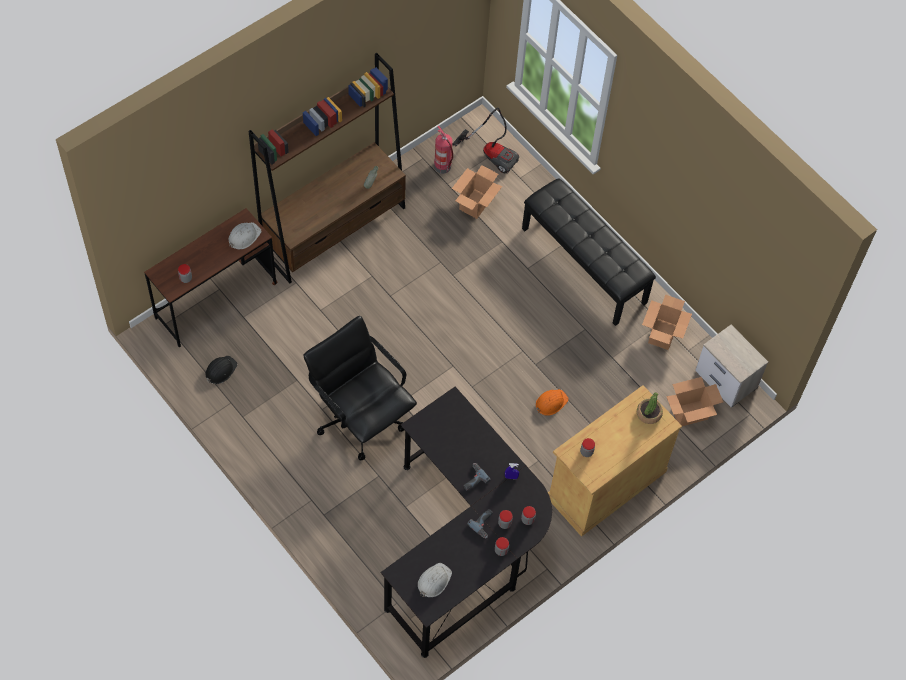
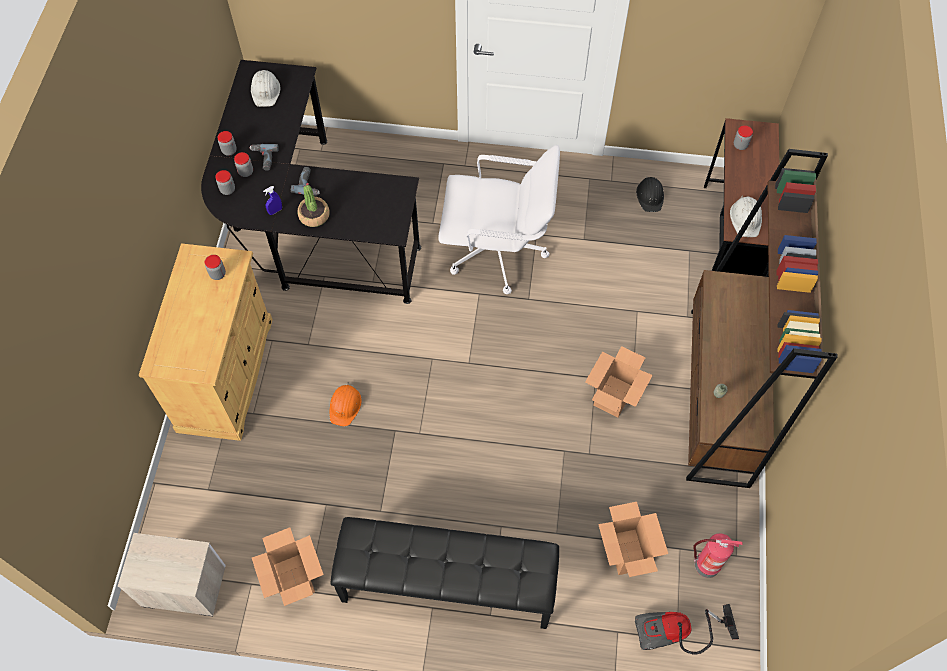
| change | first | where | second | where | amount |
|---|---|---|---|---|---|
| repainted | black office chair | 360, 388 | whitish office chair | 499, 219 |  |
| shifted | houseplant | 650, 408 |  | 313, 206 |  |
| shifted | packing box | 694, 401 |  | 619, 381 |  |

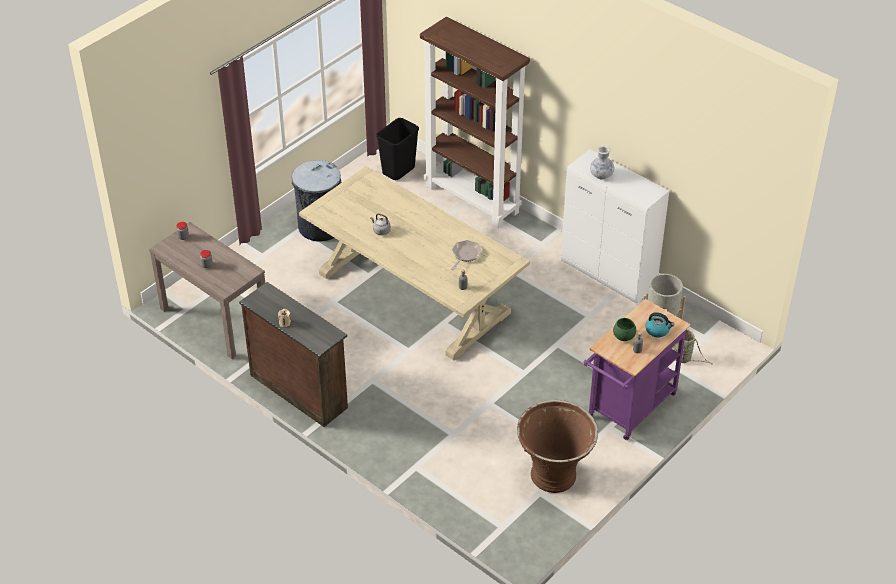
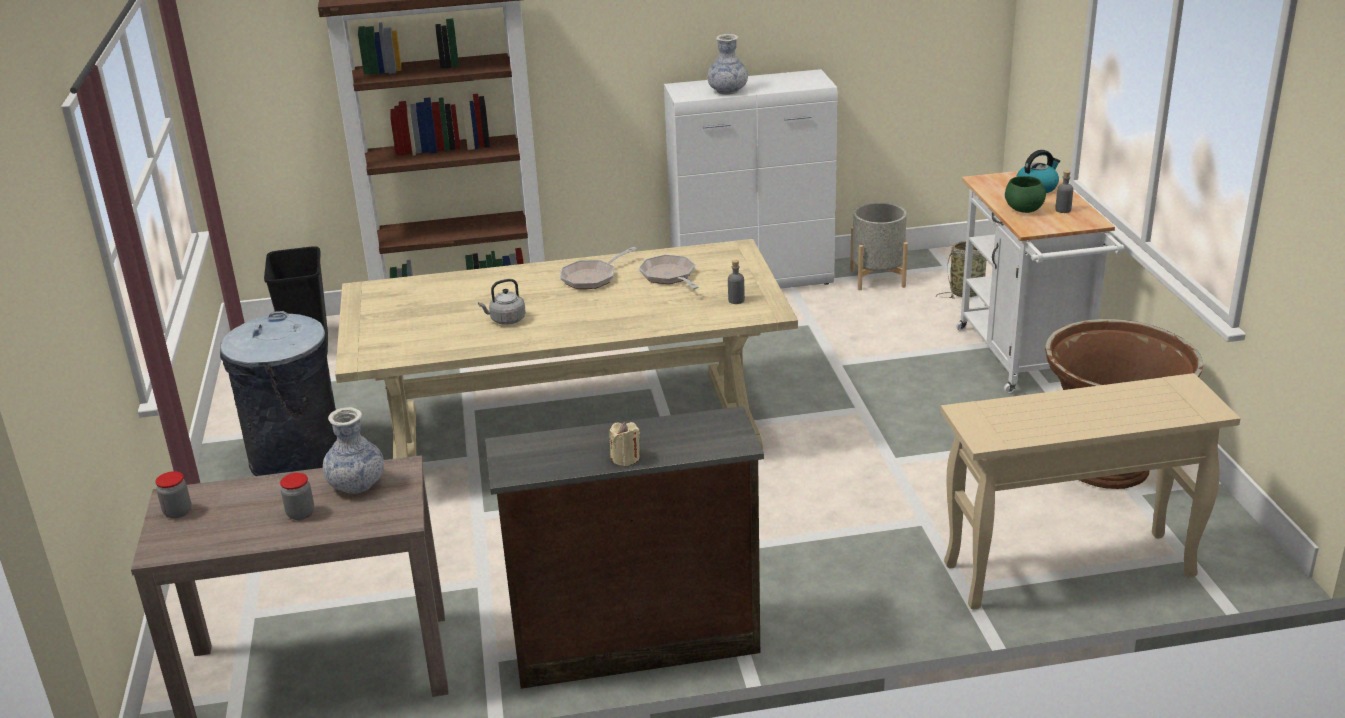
| change | first | where | second | where | amount |
|---|---|---|---|---|---|
| repainted | purple-coloured trolley | 636, 369 | whitish trolley | 1040, 282 |  |
| new |  |  | vase | 353, 450 |  |
| new |  |  | pan | 598, 268 |  |
| new |  |  | beige-coloured hall table | 1091, 491 |  |

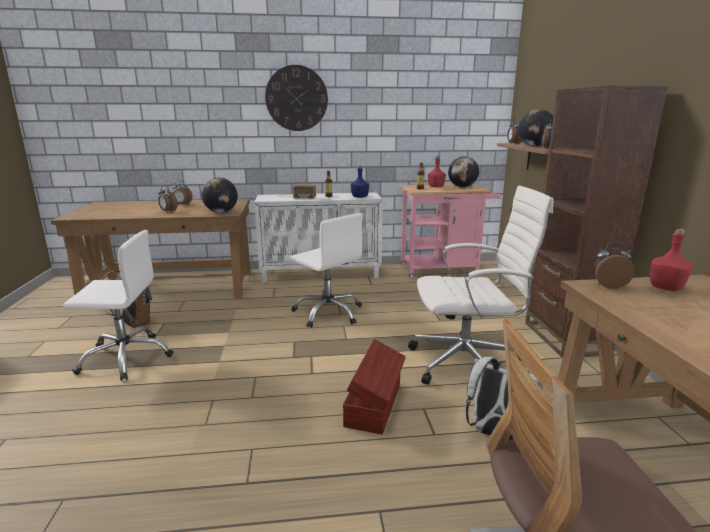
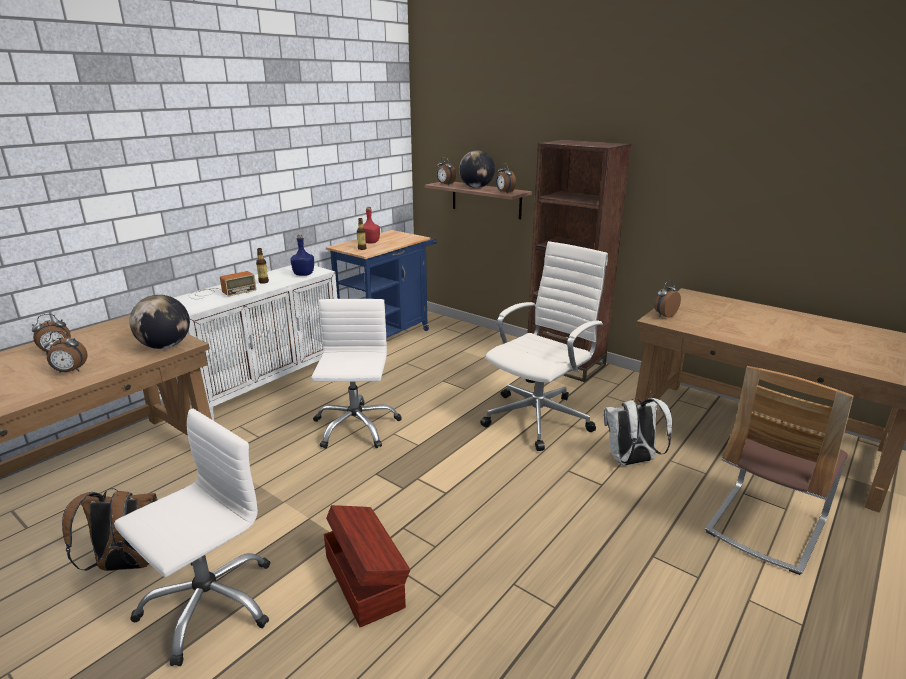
| change | first | where | second | where | amount |
|---|---|---|---|---|---|
| gone | wall clock | 296, 98 |  |  |  |
| rotated | whitish office chair | 326, 270 |  | 356, 374 | 90 degrees counterclockwise |
| shifted | brown storage box | 374, 387 |  | 367, 566 |  |
| repainted | pink trolley | 450, 231 | blue trolley | 381, 284 |  |
| gone | world globe | 463, 171 |  |  |  |
| gone | red-coloured beverage bottle | 671, 260 |  |  |  |

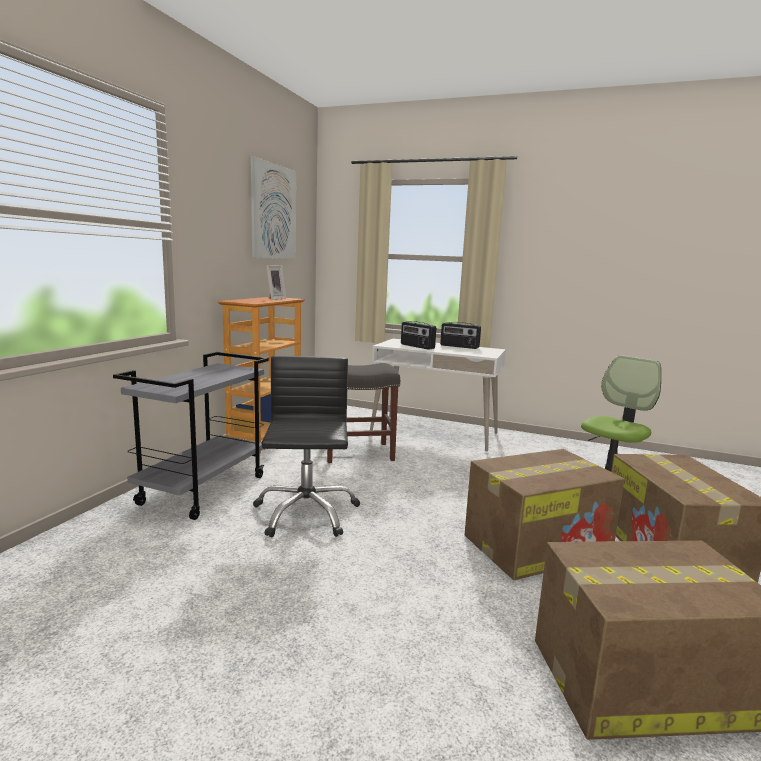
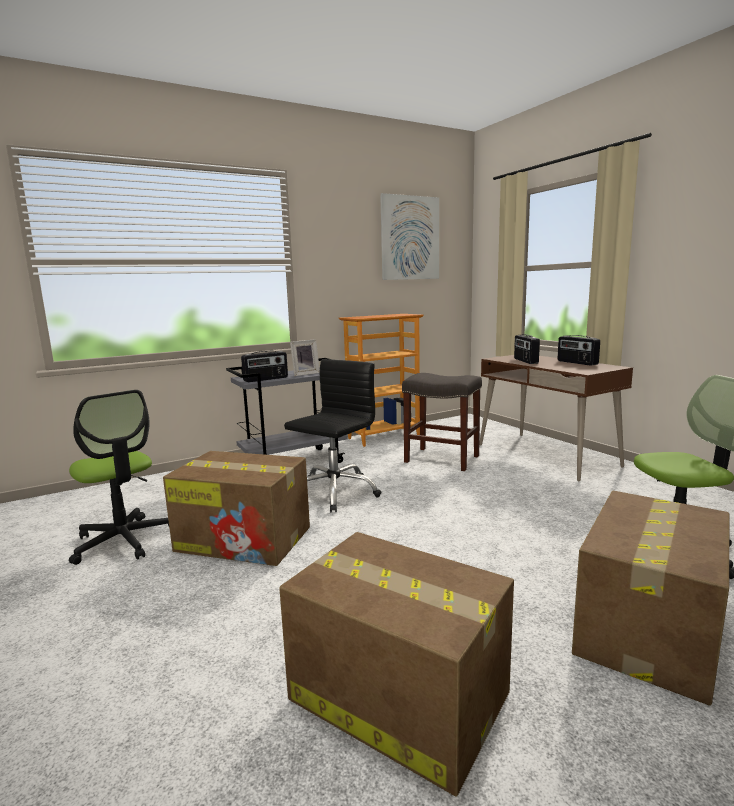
| change | first | where | second | where | amount |
|---|---|---|---|---|---|
| shifted | standing frame | 276, 282 |  | 305, 357 |  |
| repainted | whitish desk unit | 438, 395 | brown desk unit | 556, 418 |  |
| shifted | packing box | 545, 514 |  | 236, 508 |  |
| new |  |  | office chair | 119, 477 |  |
| new |  |  | radio | 264, 366 |  |

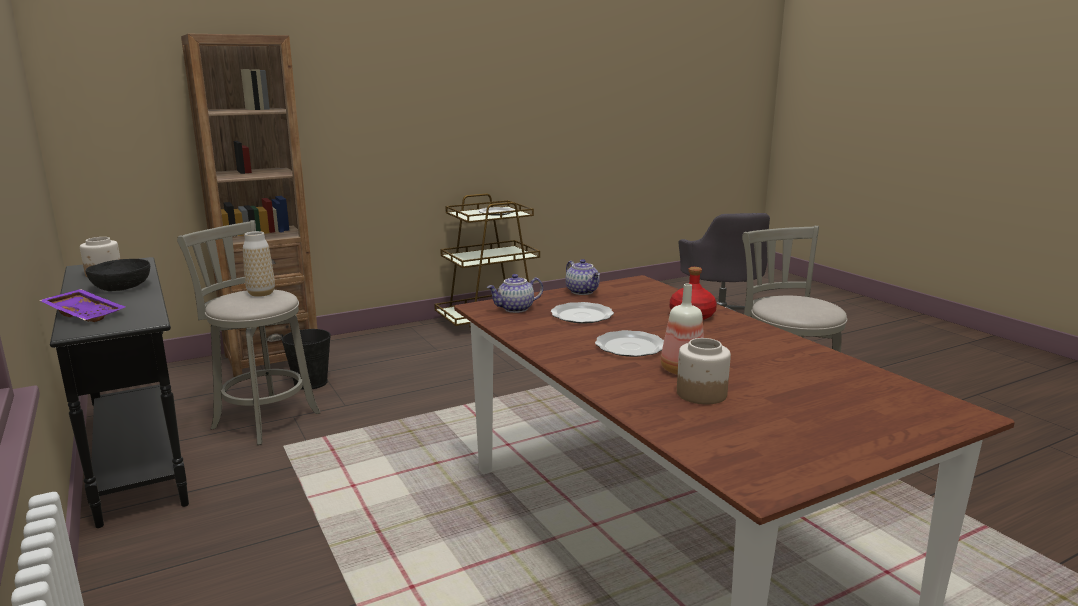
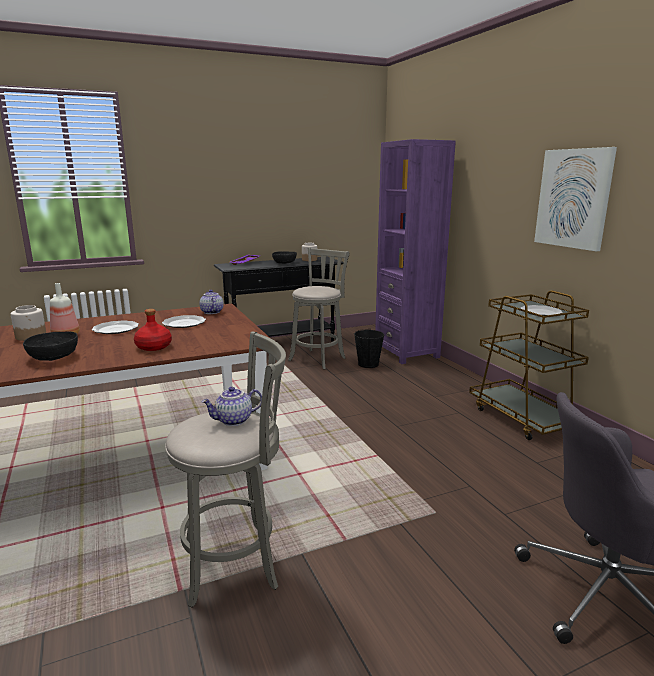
| change | first | where | second | where | amount |
|---|---|---|---|---|---|
| repainted | brown bookcase | 249, 205 | purple-coloured bookcase | 415, 251 |  |
| gone | vase | 259, 264 |  |  |  |
| shifted | pot for tea | 582, 277 |  | 231, 406 |  |
| new |  |  | black bowl | 50, 346 |  |
| new |  |  | wall art | 575, 199 |  |

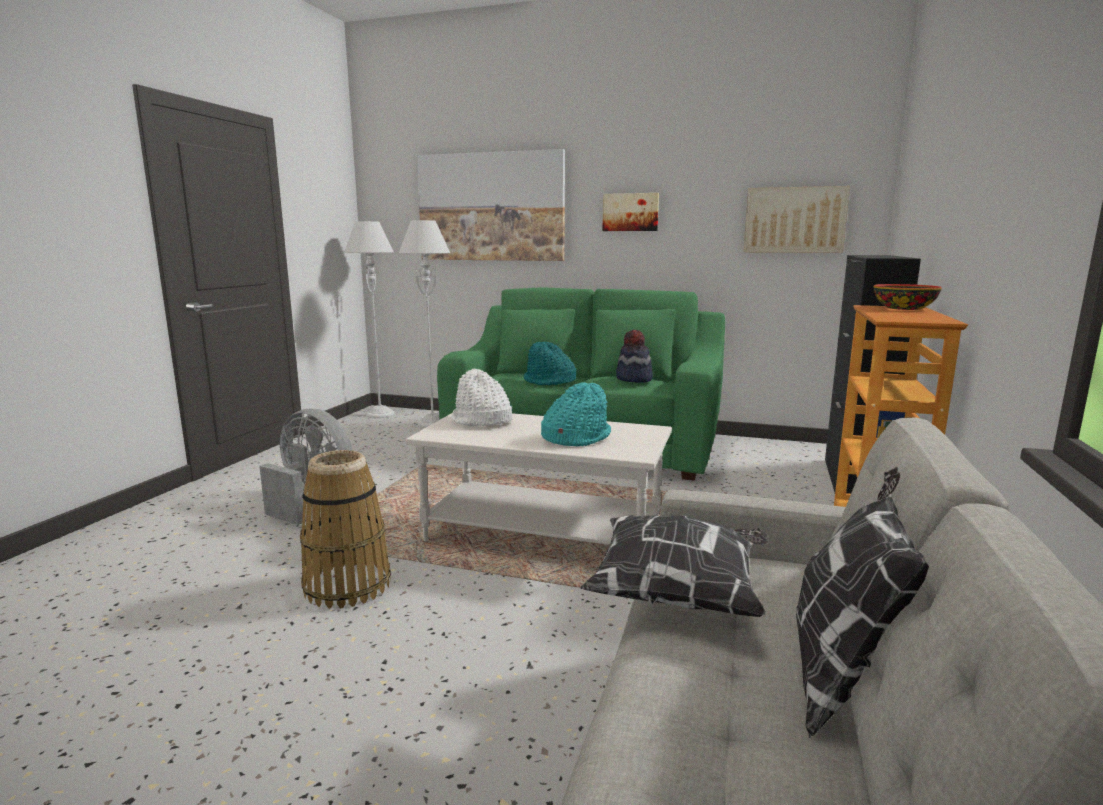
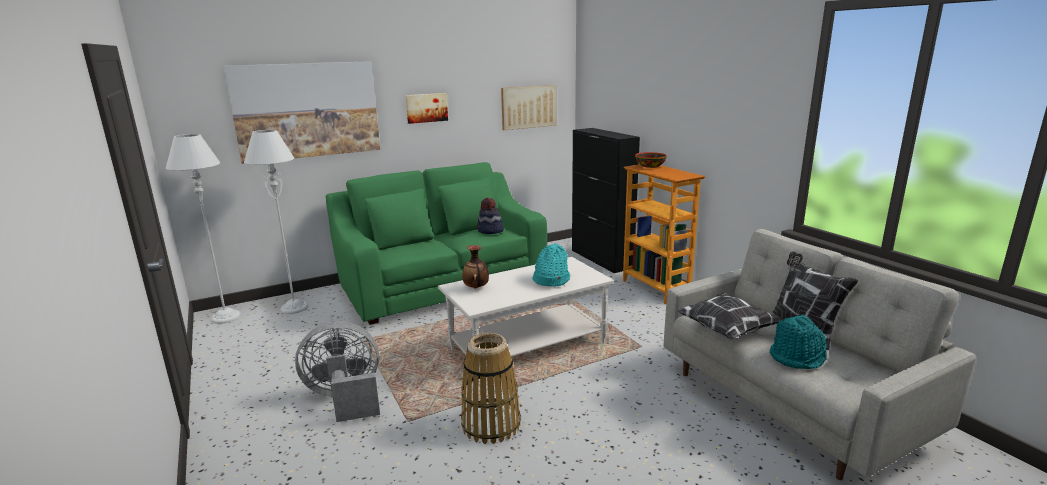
| change | first | where | second | where | amount |
|---|---|---|---|---|---|
| swapped | whitish hat | 481, 397 | vase | 475, 267 |  |
| shifted | blue-green hat | 550, 363 |  | 798, 342 |  |

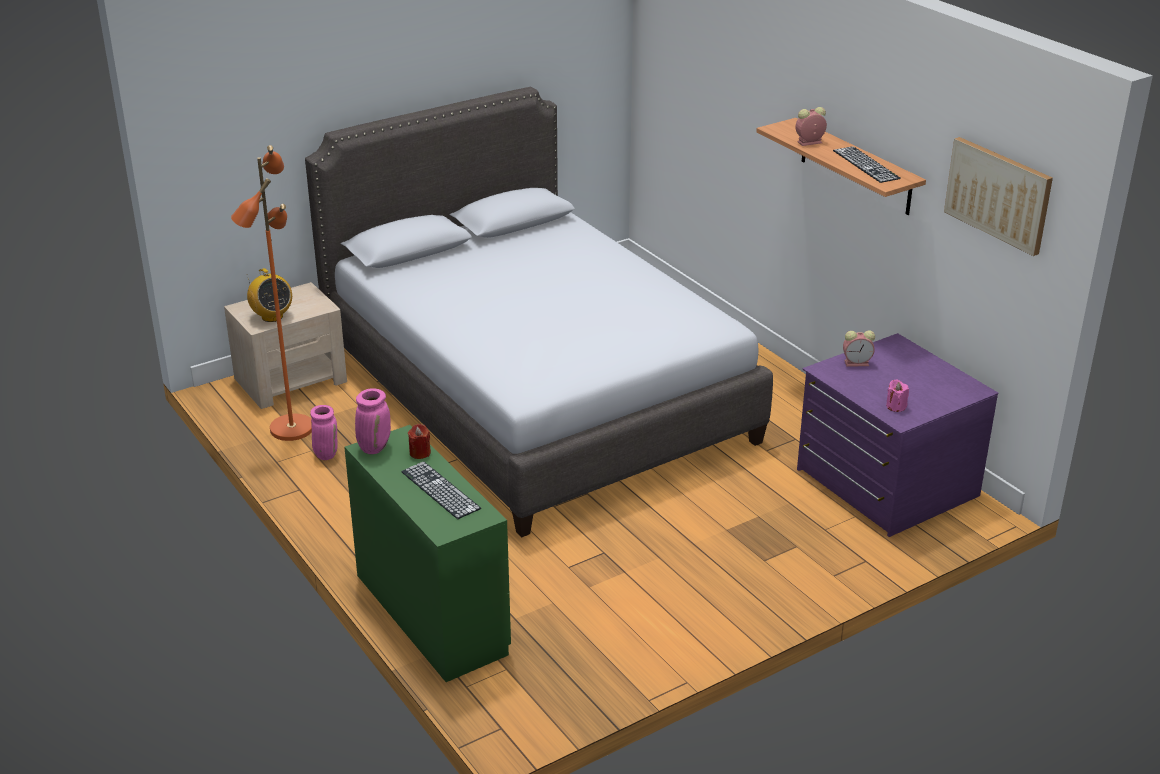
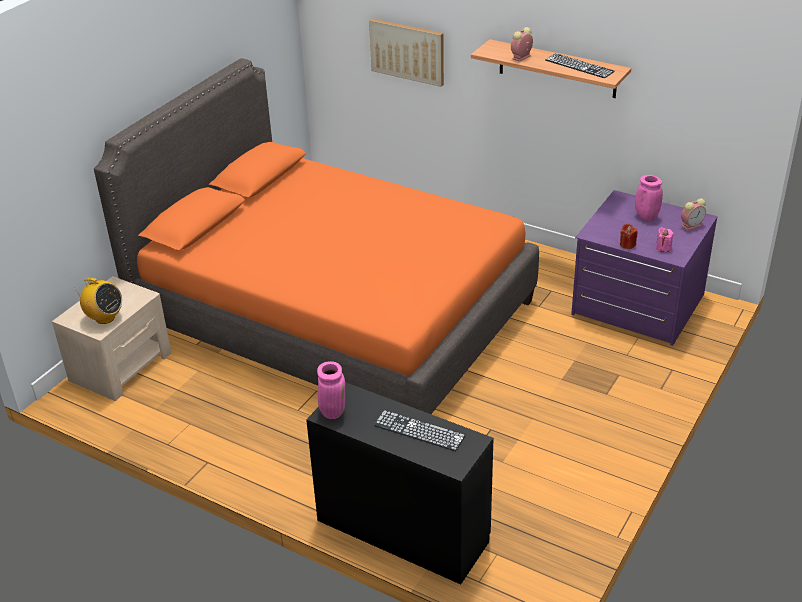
| change | first | where | second | where | amount |
|---|---|---|---|---|---|
| gone | orange standing lamp | 271, 293 |  |  |  |
| repainted | grey bed | 539, 312 | orange bed | 316, 236 |  |
| shifted | pink vase | 324, 432 |  | 649, 198 |  |
| repainted | green desk unit | 427, 553 | black desk unit | 400, 483 |  |
| shifted | red-coloured candle | 419, 441 |  | 628, 236 |  |
| shifted | bedside clock | 859, 348 |  | 693, 214 |  |
| shifted | wall art | 998, 196 |  | 406, 53 |  |

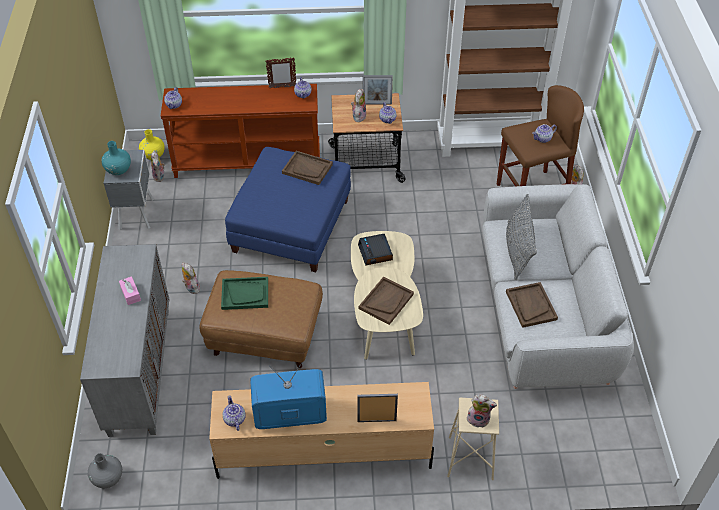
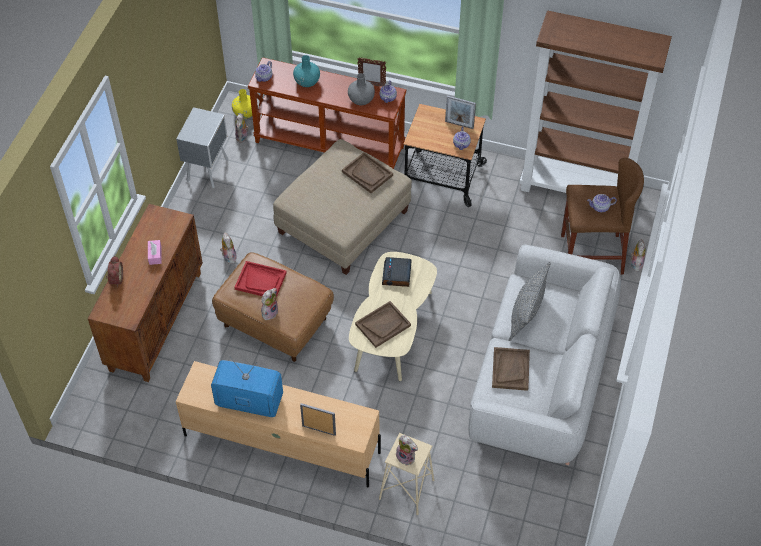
| change | first | where | second | where | amount |
|---|---|---|---|---|---|
| repainted | grey storage cabinet | 124, 340 | brown storage cabinet | 145, 293 |  |
| shifted | grey vase | 105, 470 |  | 361, 89 |  |
| shifted | blue-green vase | 116, 158 |  | 306, 71 |  |
| repainted | green serving tray | 244, 293 | red-coloured serving tray | 260, 279 |  |
| gone | pot for tea | 234, 413 |  |  |  |
| repainted | blue footrest | 288, 209 | beige-coloured footrest | 342, 207 |  |
| shifted | soft toy | 358, 105 |  | 269, 304 |  |
| new |  |  | bedside clock | 114, 271 |  |

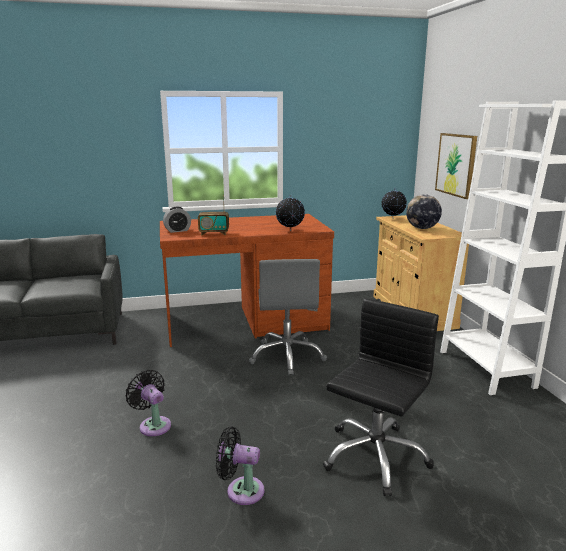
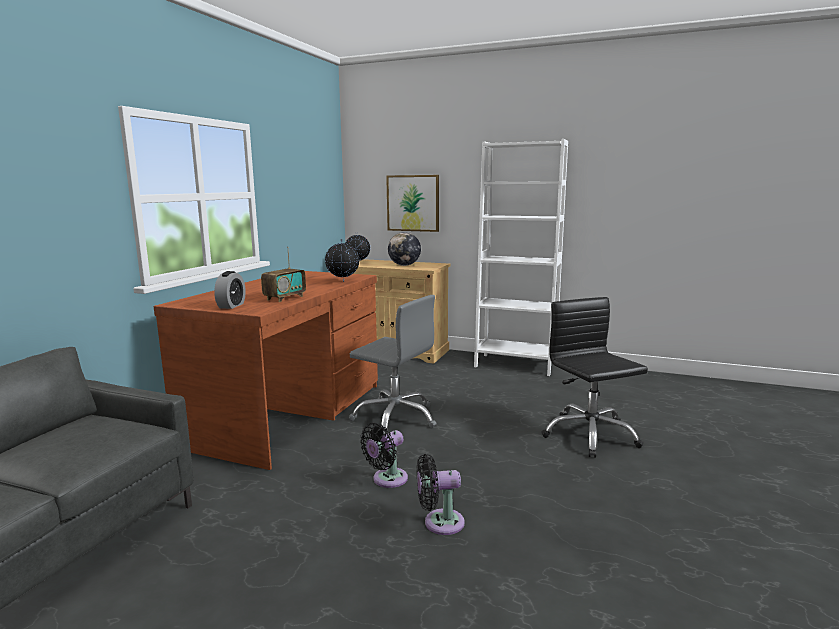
| change | first | where | second | where | amount |
|---|---|---|---|---|---|
| shifted | black fan | 240, 465 |  | 384, 455 |  |

